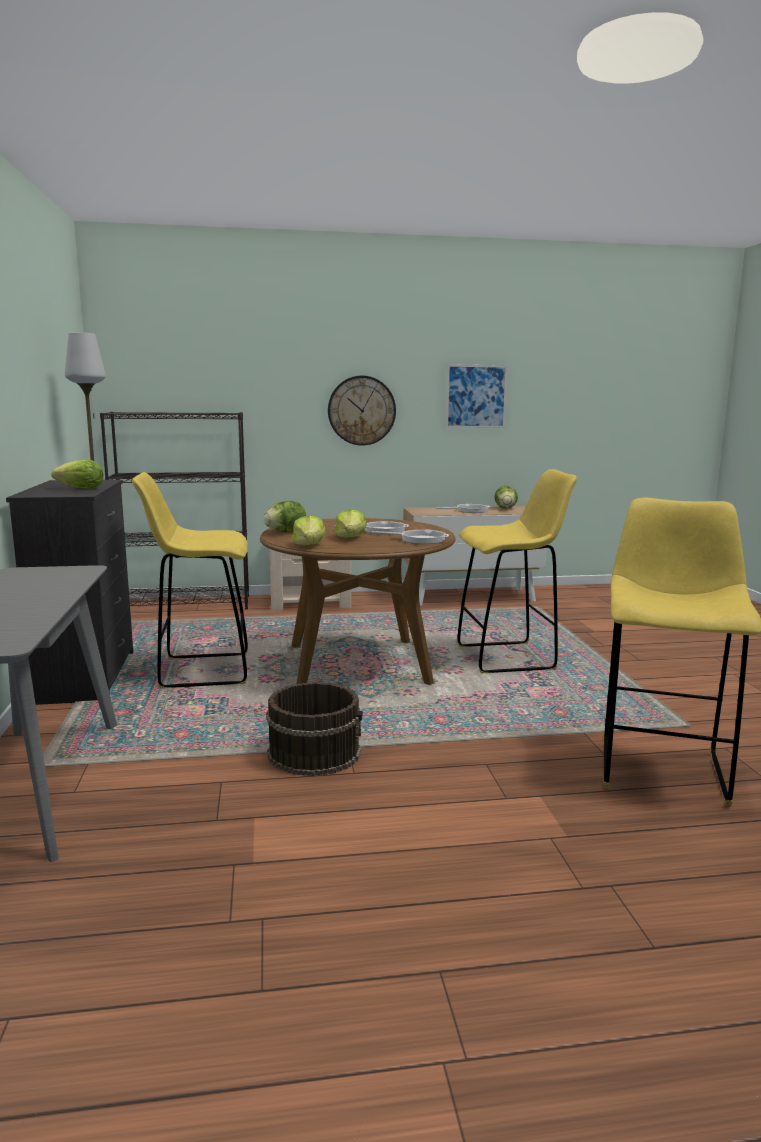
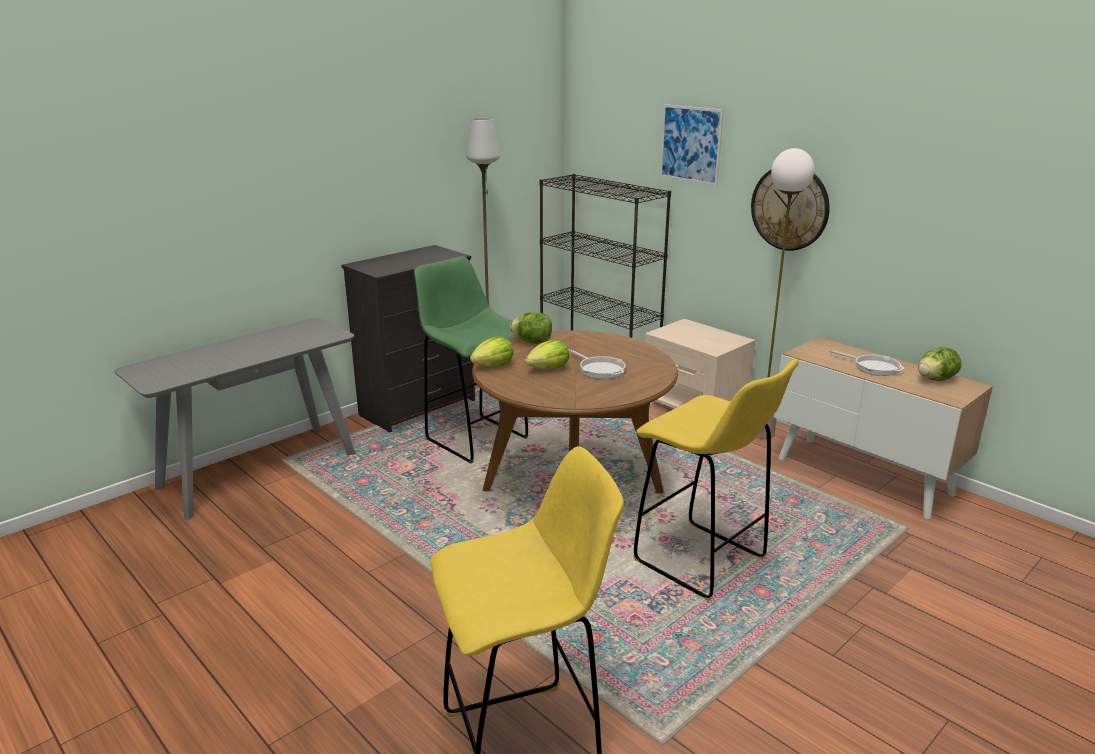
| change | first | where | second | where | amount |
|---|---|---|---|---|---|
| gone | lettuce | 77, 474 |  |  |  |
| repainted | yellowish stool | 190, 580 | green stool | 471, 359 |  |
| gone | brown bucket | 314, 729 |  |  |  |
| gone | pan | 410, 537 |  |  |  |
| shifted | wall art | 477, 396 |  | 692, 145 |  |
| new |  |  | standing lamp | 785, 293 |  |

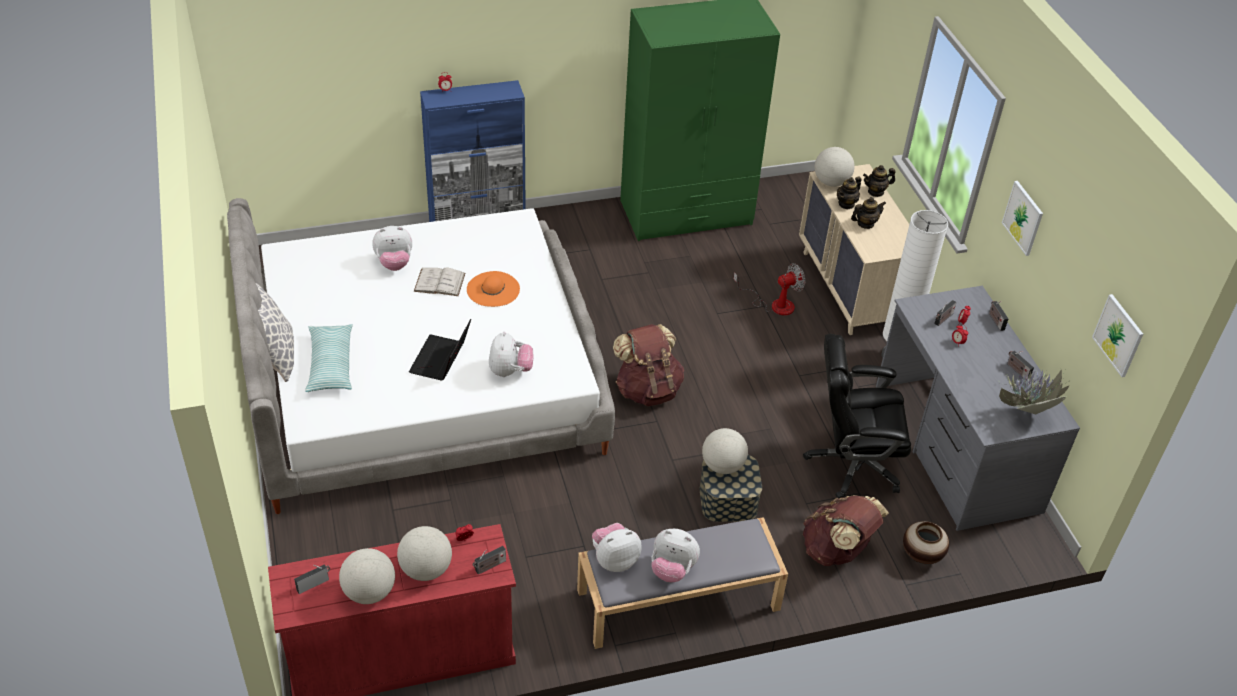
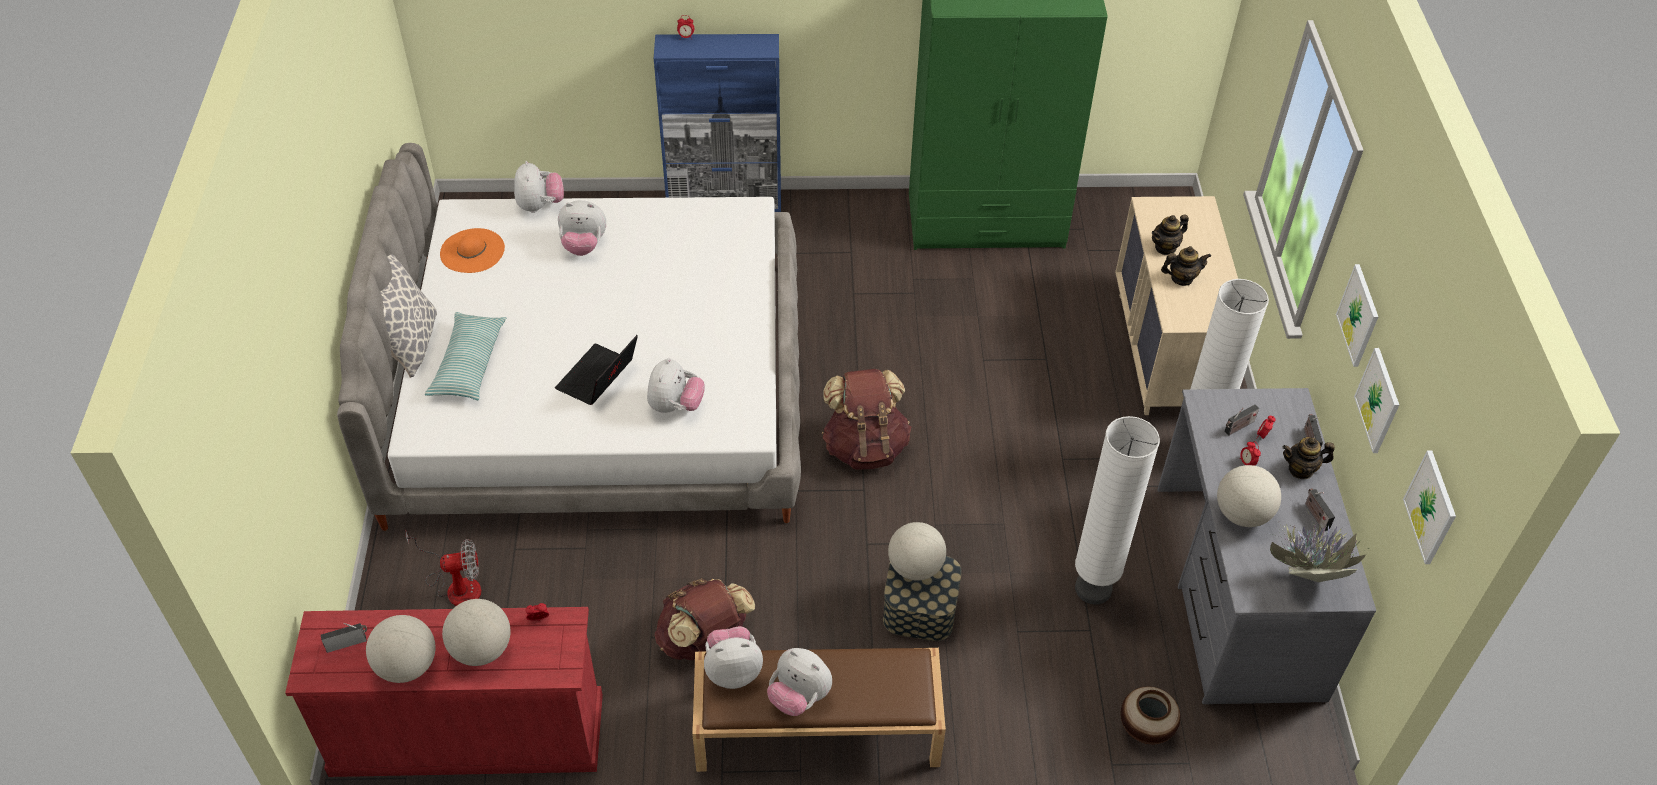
| change | first | where | second | where | amount |
|---|---|---|---|---|---|
| gone | whitish book | 439, 281 |  |  |  |
| shifted | orange hat | 493, 289 |  | 472, 250 |  |
| gone | radio | 489, 560 |  |  |  |
| repainted | grey bench | 682, 583 | brown bench | 819, 710 |  |
| shifted | fan | 769, 289 |  | 443, 568 |  |
| swapped | black office chair | 857, 416 | whitish standing lamp | 1117, 510 |  |
| shifted | brown rucksack | 846, 530 |  | 705, 619 |  |
| shifted | world globe | 835, 167 |  | 1249, 496 |  |
| shifted | pot for tea | 879, 181 |  | 1308, 458 |  |
| new |  |  | soft toy | 539, 187 |  |
| new |  |  | wall art | 1376, 400 |  |

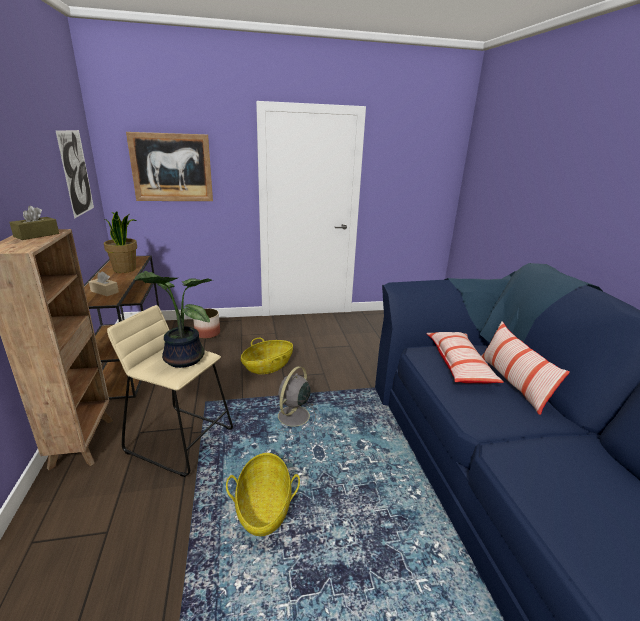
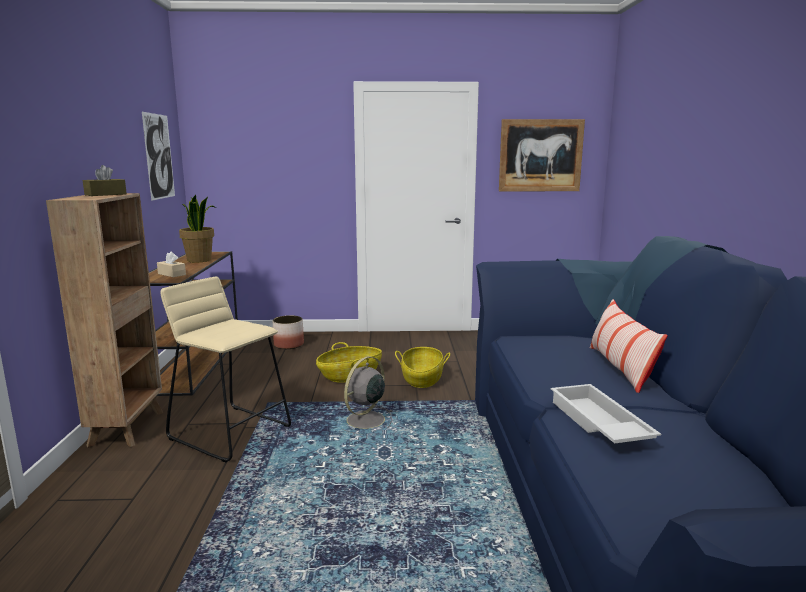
| change | first | where | second | where | amount |
|---|---|---|---|---|---|
| shifted | wall art | 169, 166 |  | 542, 155 |  |
| gone | houseplant | 173, 319 |  |  |  |
| shifted | household basket | 263, 494 |  | 422, 367 |  |
| gone | cushion | 465, 357 |  |  |  |
| new |  |  | whitish serving tray | 606, 414 |  |

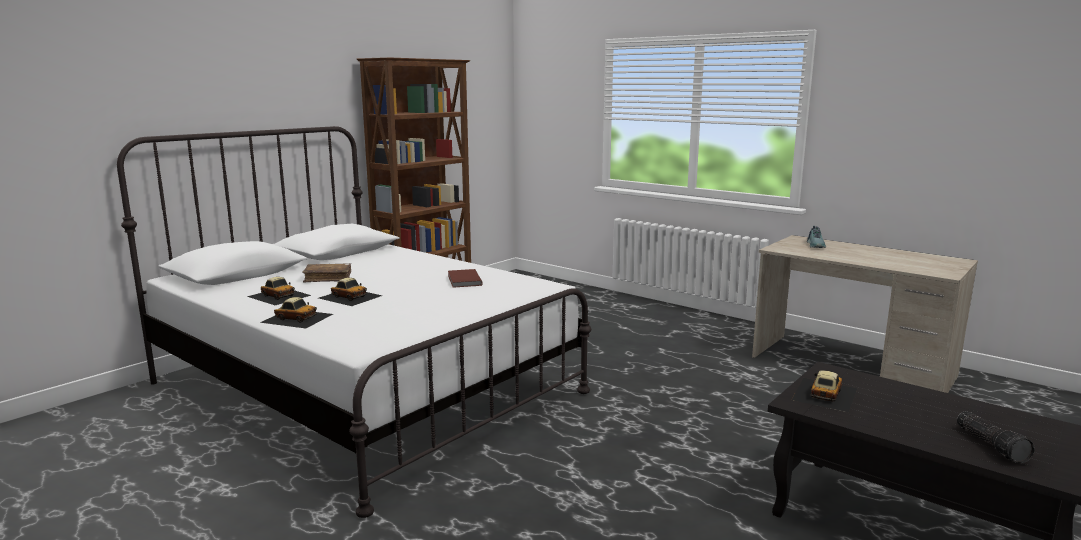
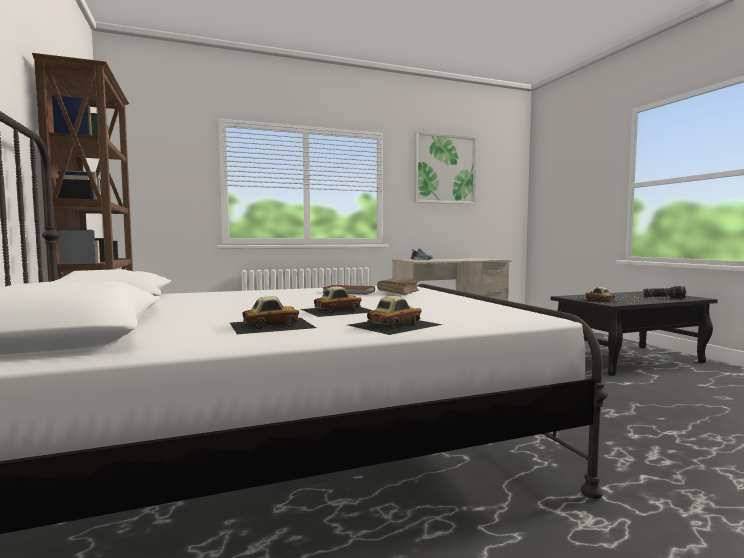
| change | first | where | second | where | amount |
|---|---|---|---|---|---|
| shifted | brown book | 326, 272 |  | 398, 286 |  |
| new |  |  | wall art | 445, 167 |  |

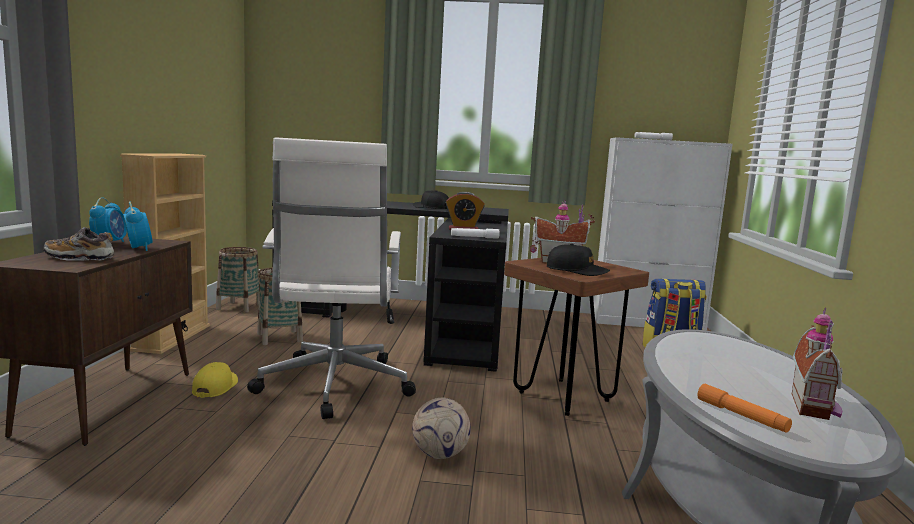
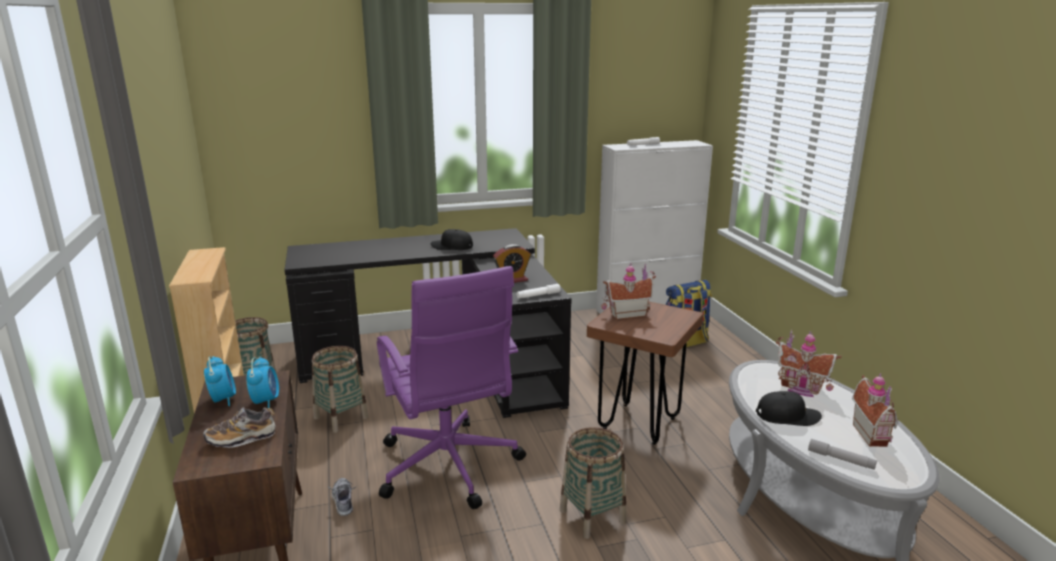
| change | first | where | second | where | amount |
|---|---|---|---|---|---|
| rotated | bedside clock | 138, 226 |  | 262, 382 | 45 degrees clockwise |
| swapped | yellowish cap | 215, 380 | low shoe | 341, 497 |  |
| repainted | whitish office chair | 331, 278 | purple-coloured office chair | 451, 387 |  |
| swapped | football ball | 441, 428 | household basket | 593, 483 |  |
| shifted | black cap | 578, 260 |  | 789, 408 |  |
| repainted | orange torch | 744, 408 | grey torch | 842, 454 |  |
| new |  |  | model house | 809, 363 |  |

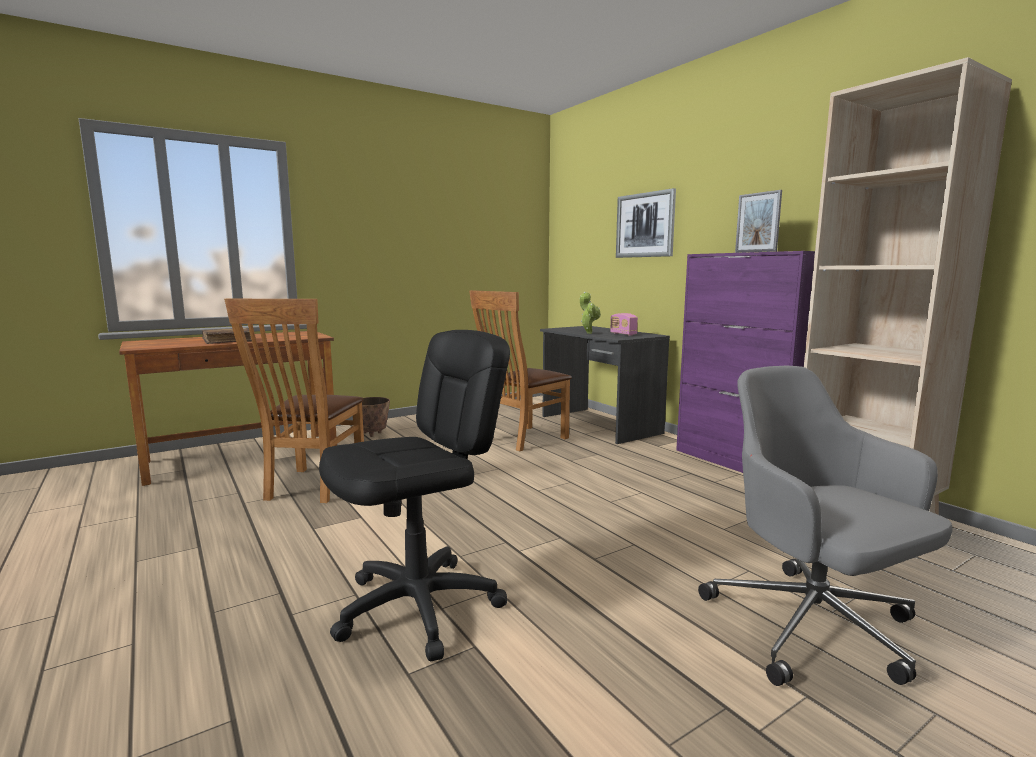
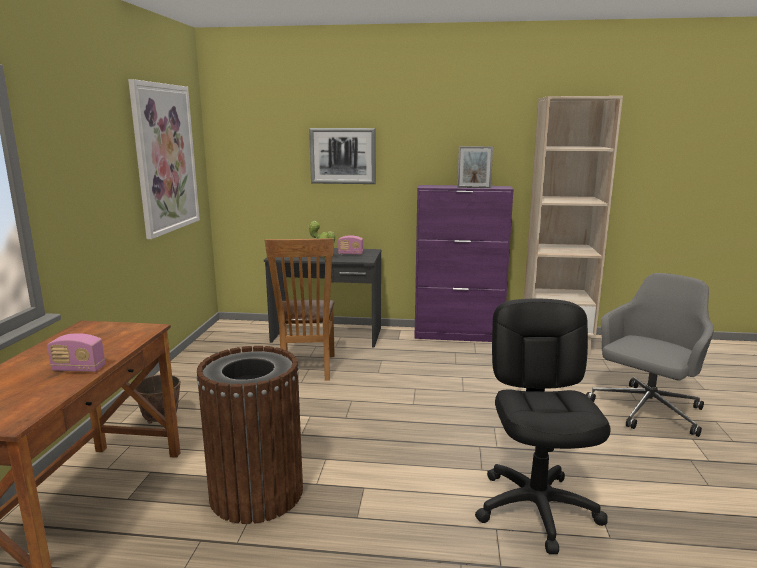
| change | first | where | second | where | amount |
|---|---|---|---|---|---|
| swapped | brown book | 227, 336 | radio | 76, 352 |  |
| swapped | brown upright chair | 294, 400 | brown trash can | 249, 435 |  |
| rotated | grey office chair | 825, 526 |  | 650, 355 | 120 degrees clockwise |
| new |  |  | wall art | 164, 159 |  |

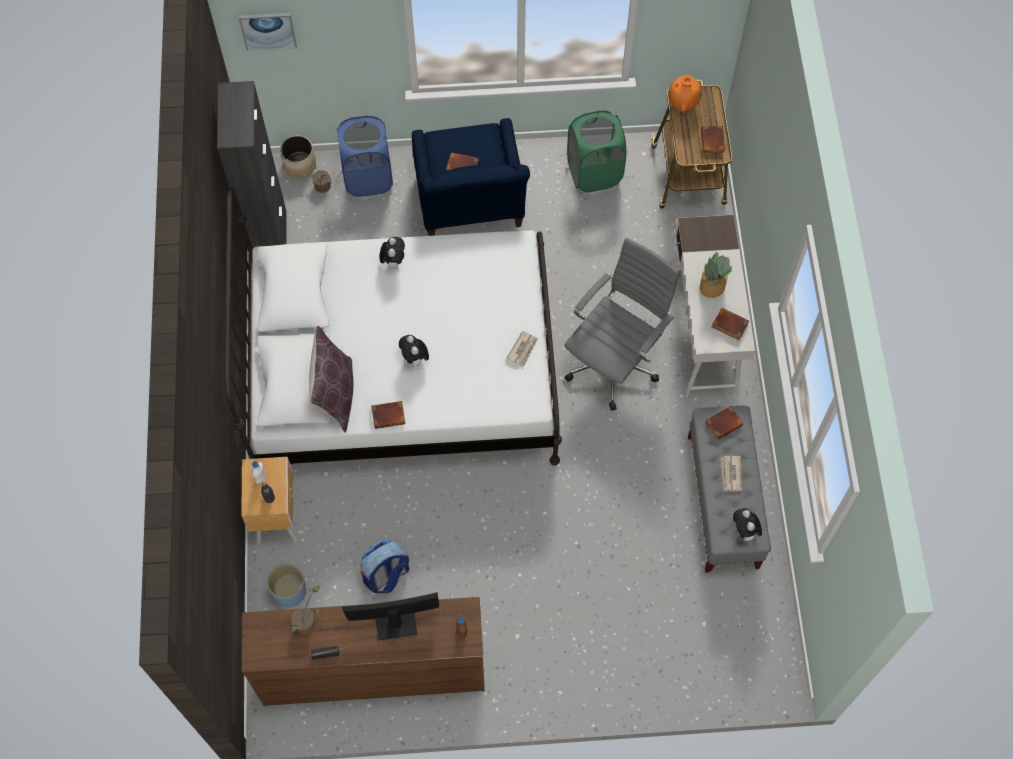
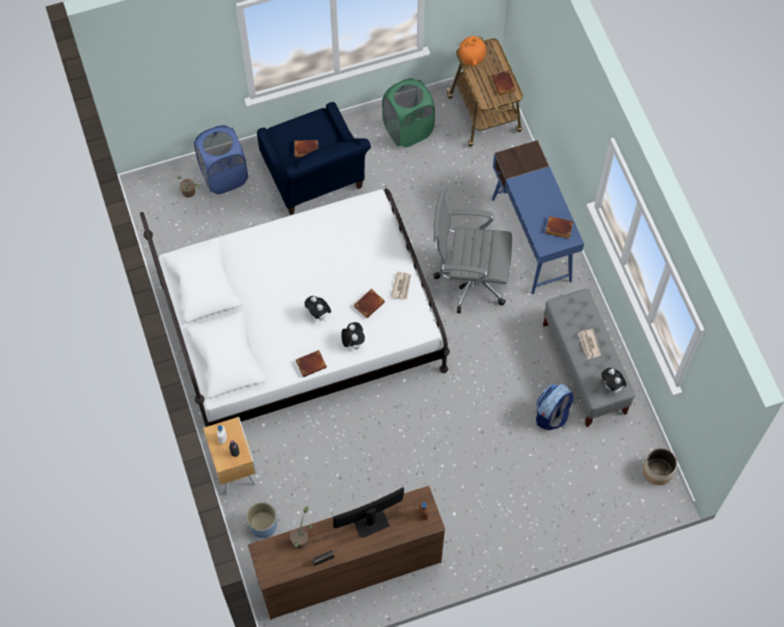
| change | first | where | second | where | amount |
|---|---|---|---|---|---|
| gone | black storage cabinet | 252, 165 |  |  |  |
| gone | wall art | 268, 32 |  |  |  |
| shifted | flower pot | 298, 156 |  | 660, 466 |  |
| gone | brown cushion | 331, 379 |  |  |  |
| shifted | rucksack | 384, 566 |  | 555, 407 |  |
| shifted | soft toy | 392, 253 |  | 353, 335 |  |
| rotated | grey office chair | 622, 324 |  | 472, 251 | 105 degrees counterclockwise |
| repainted | whitish desk unit | 714, 306 | blue desk unit | 538, 217 |  |
| gone | houseplant | 716, 275 |  |  |  |
| shifted | brown book | 724, 422 |  | 369, 303 |  |

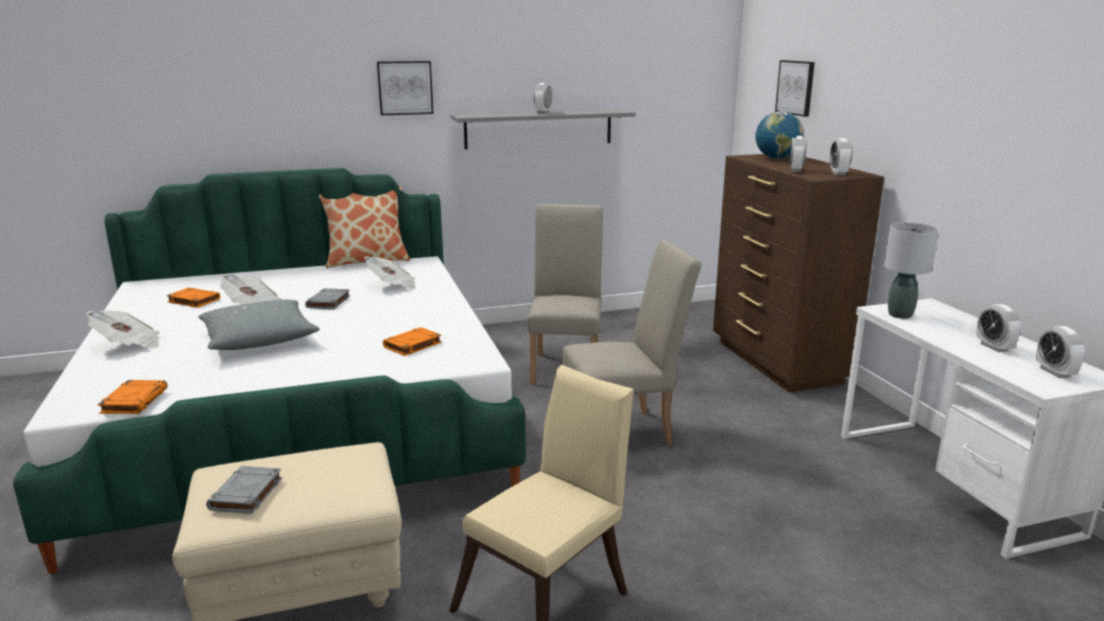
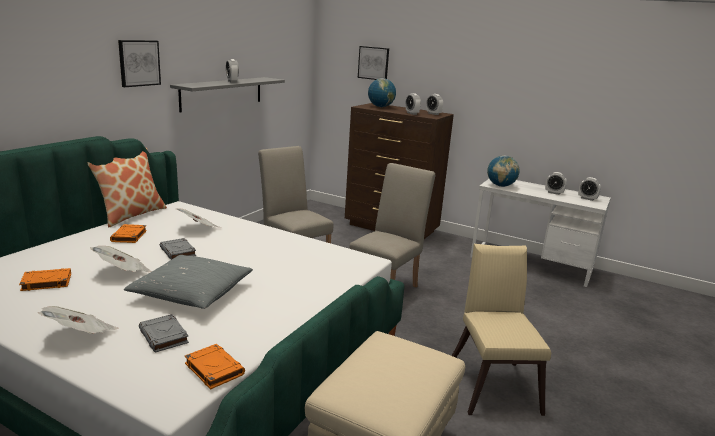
| change | first | where | second | where | amount |
|---|---|---|---|---|---|
| shifted | grey book | 244, 490 |  | 164, 333 |  |
| shifted | orange book | 412, 341 |  | 128, 233 |  |
| swapped | grey tabletop lamp | 911, 270 | world globe | 503, 171 |  |

